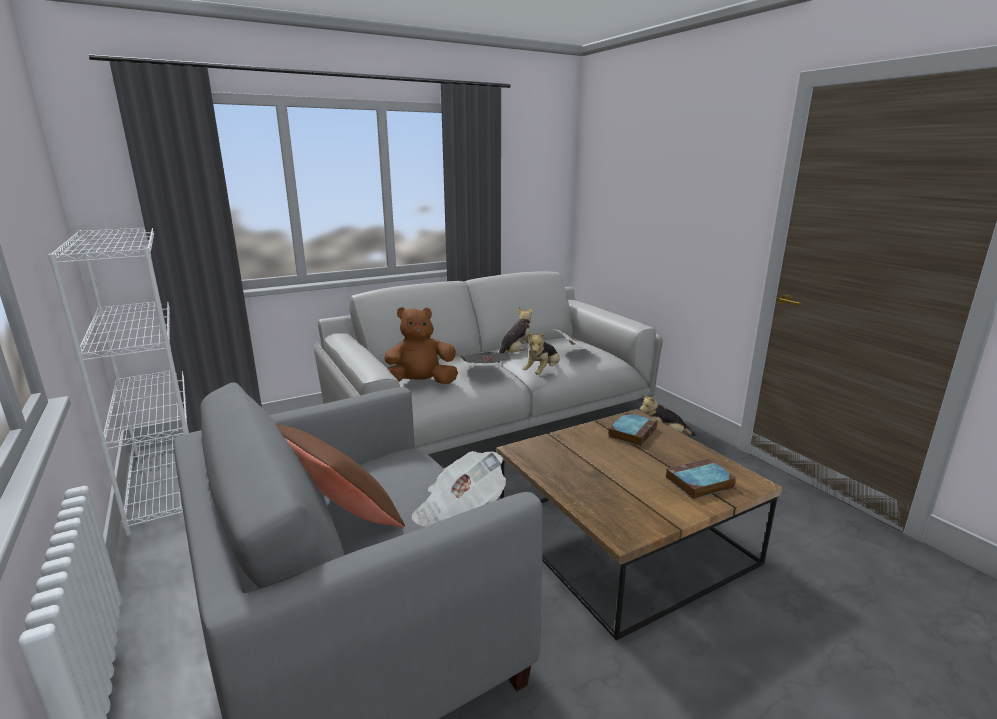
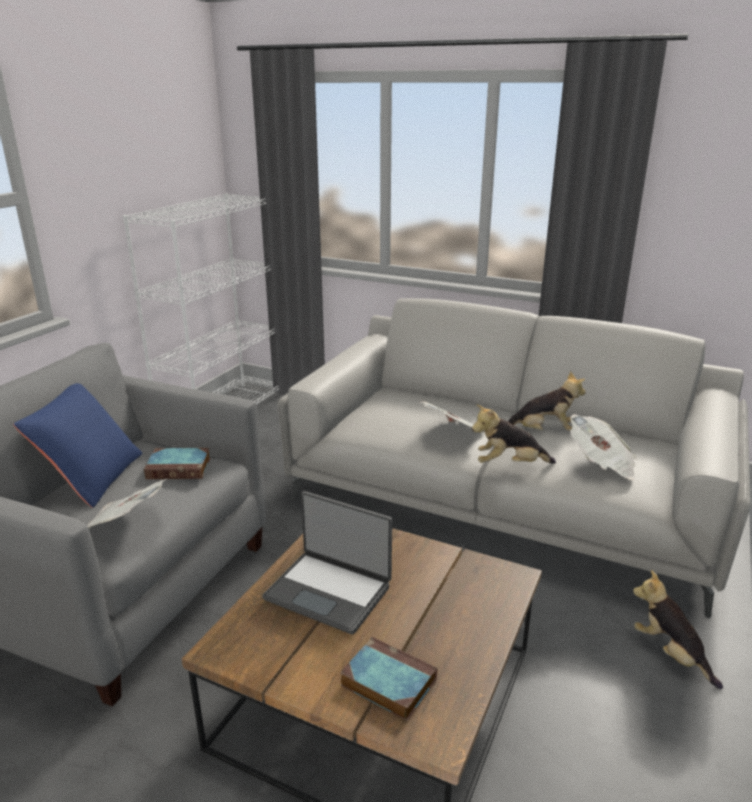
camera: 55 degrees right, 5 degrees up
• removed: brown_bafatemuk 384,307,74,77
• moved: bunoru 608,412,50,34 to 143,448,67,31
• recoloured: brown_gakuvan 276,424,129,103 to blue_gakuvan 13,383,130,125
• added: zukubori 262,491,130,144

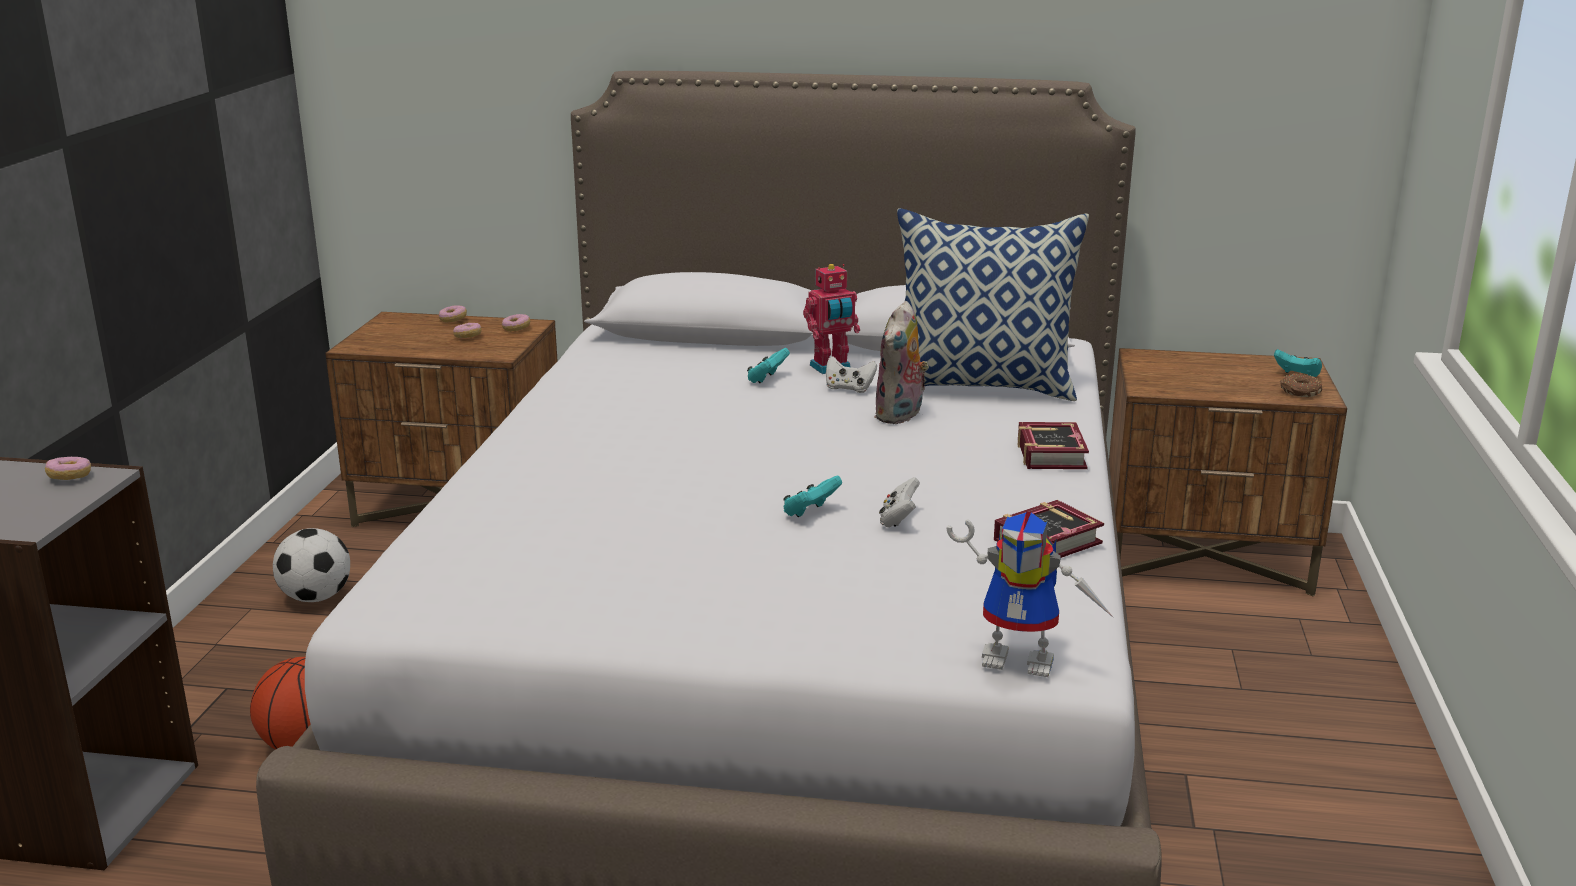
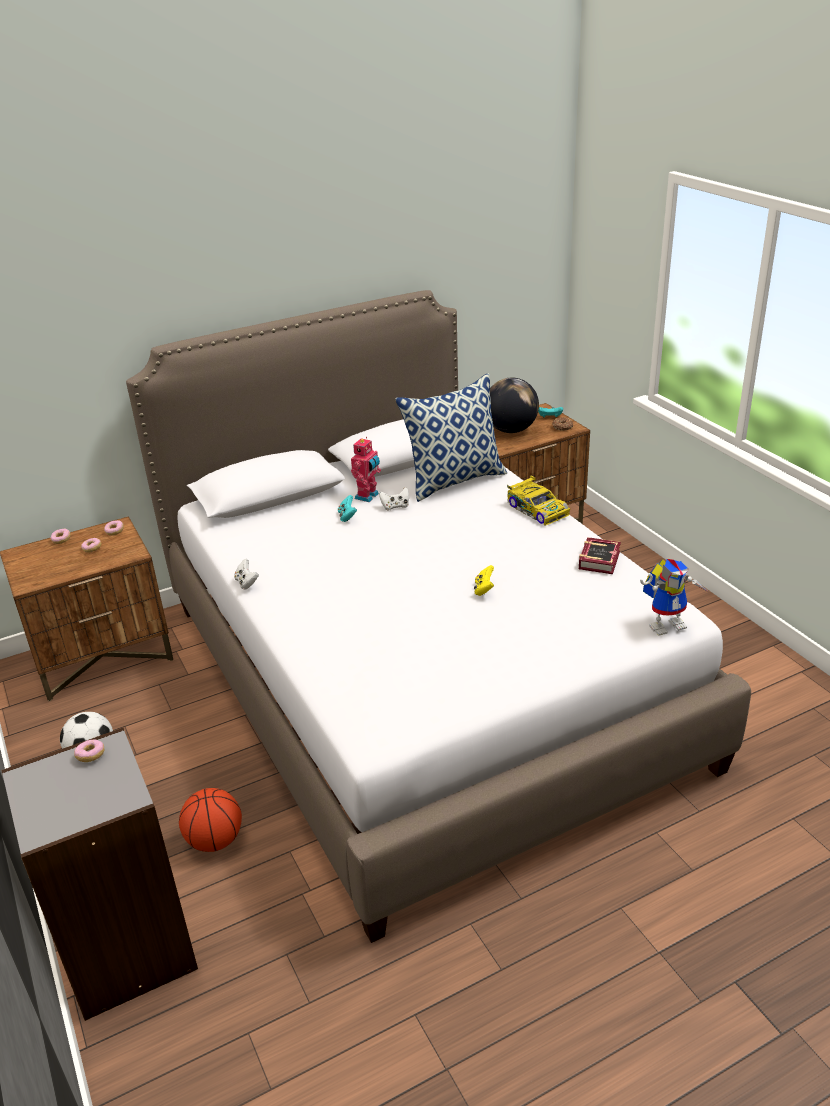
camera: 35 degrees left, 10 degrees up
• removed: bafatemuk 874,301,55,123
• replaced: bunoru 1018,422,71,47 to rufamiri 507,475,63,51
• recoloured: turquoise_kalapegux 783,476,59,41 to yellow_kalapegux 474,565,20,31
• moved: white_kalapegux 879,477,41,50 to 234,559,25,31
• added: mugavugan 490,378,49,55

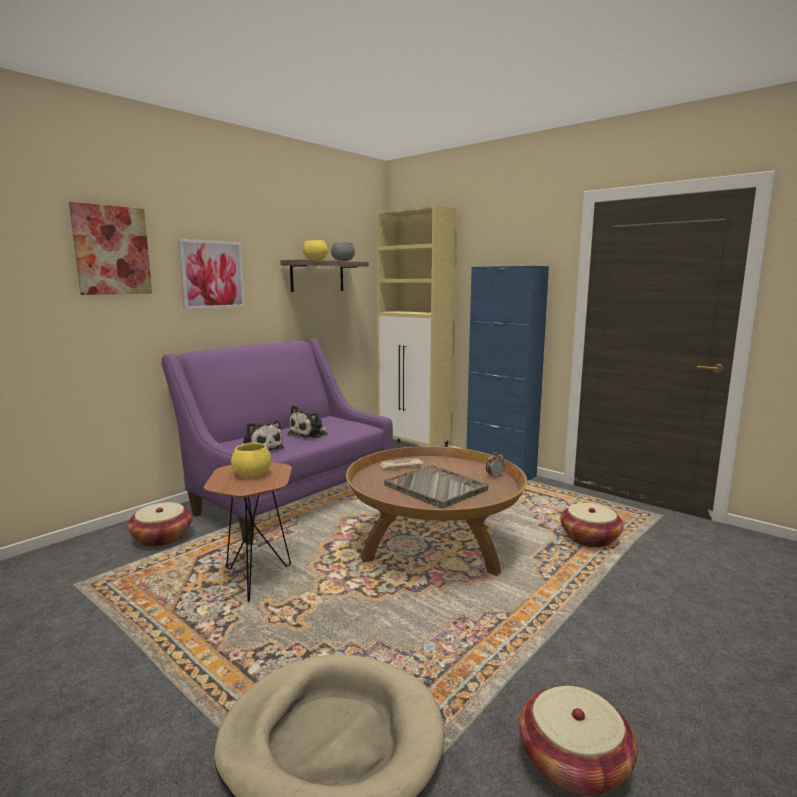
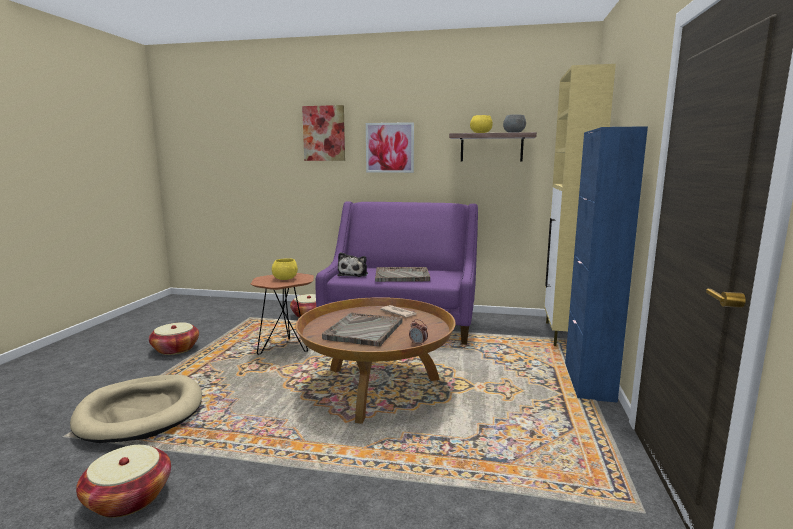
camera: 60 degrees right, 0 degrees up
• replaced: bafatemuk 287,405,41,34 to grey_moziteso 375,267,55,15
• moved: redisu 560,503,64,45 to 149,322,50,33

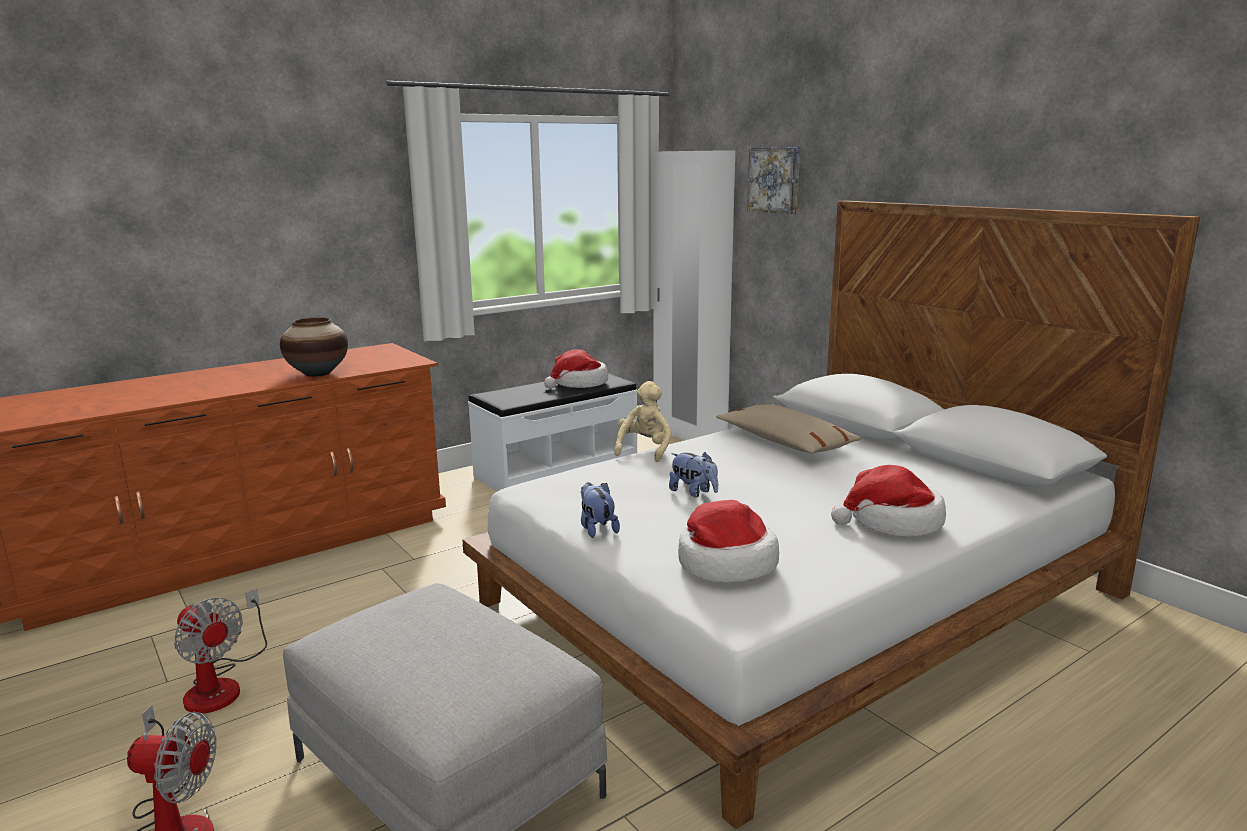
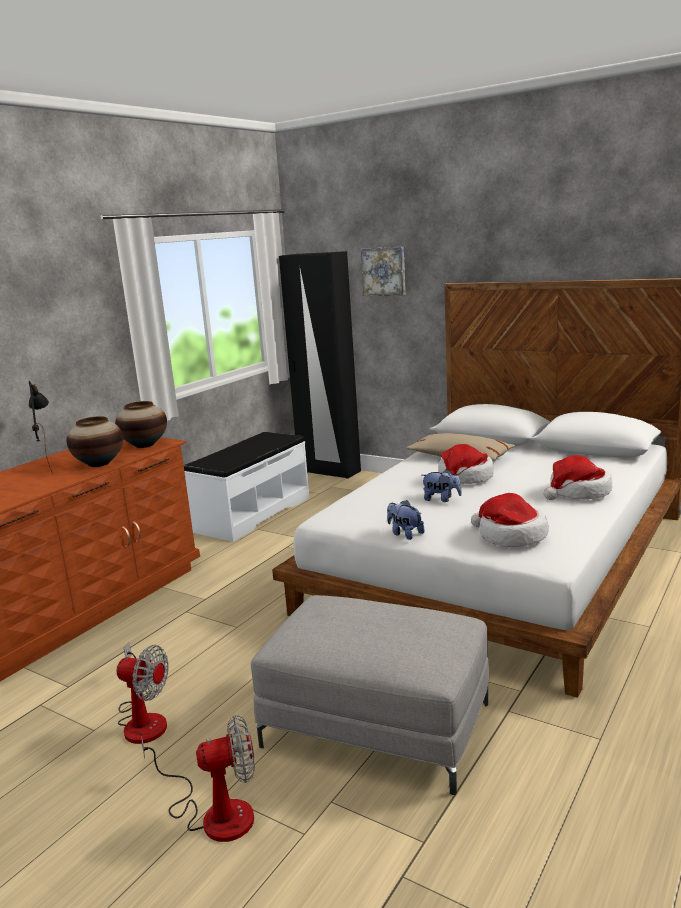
camera: 20 degrees left, 0 degrees up
• recoloured: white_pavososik 654,150,81,290 to black_pavososik 279,251,82,228
• moved: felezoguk 544,349,64,40 to 438,444,56,40
• removed: beige_bafatemuk 614,381,58,81
• added: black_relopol 29,381,24,93
• added: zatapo 115,401,52,47

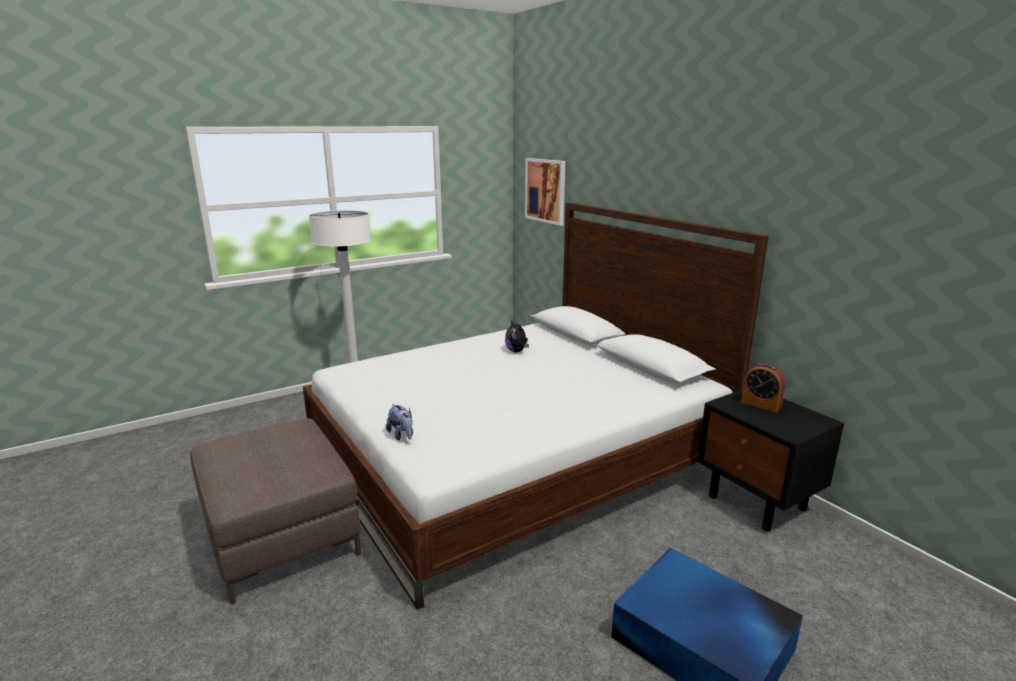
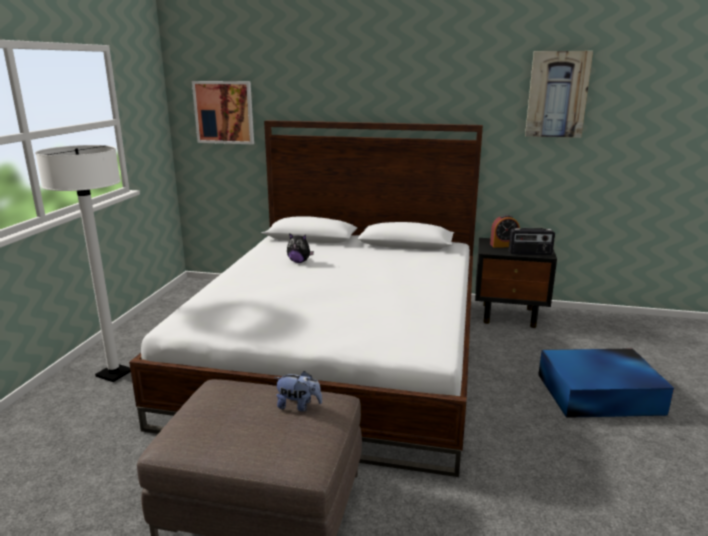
camera: 45 degrees left, 0 degrees up
• moved: bafatemuk 386,404,27,36 to 274,371,48,41
• added: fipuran 525,51,68,87
• added: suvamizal 509,227,46,28

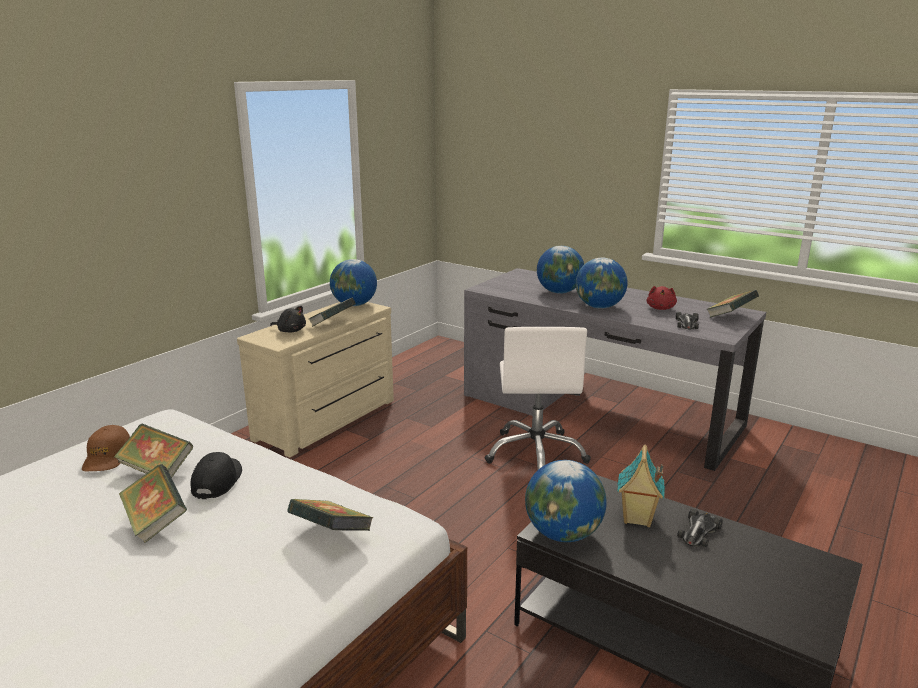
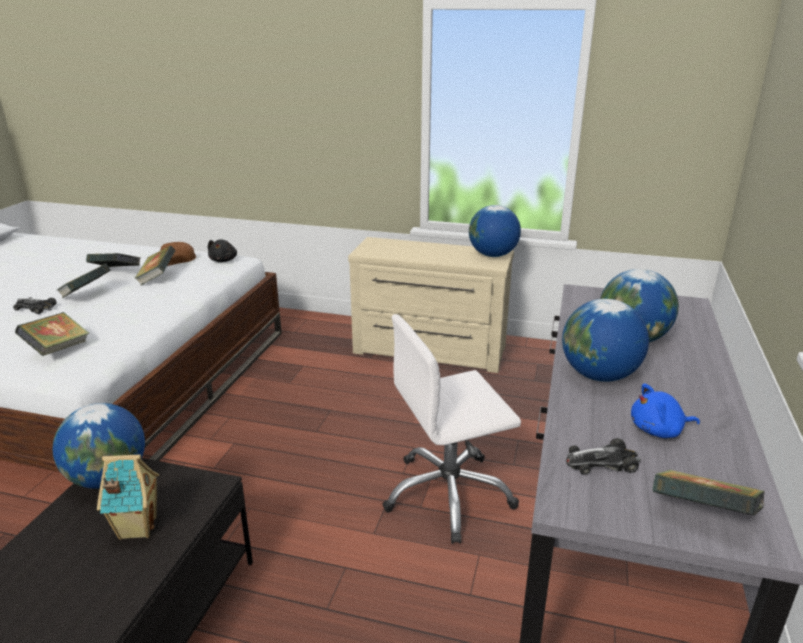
camera: 70 degrees right, 5 degrees up
• recoloured: red_bafatemuk 647,286,30,24 to blue_bafatemuk 631,384,69,54
• moved: bunoru 309,298,47,29 to 86,253,54,14
• moved: black_bafatemuk 270,306,36,27 to 208,239,29,23
• removed: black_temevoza 191,452,51,47
• moved: rufamiri 677,509,46,38 to 13,297,44,17

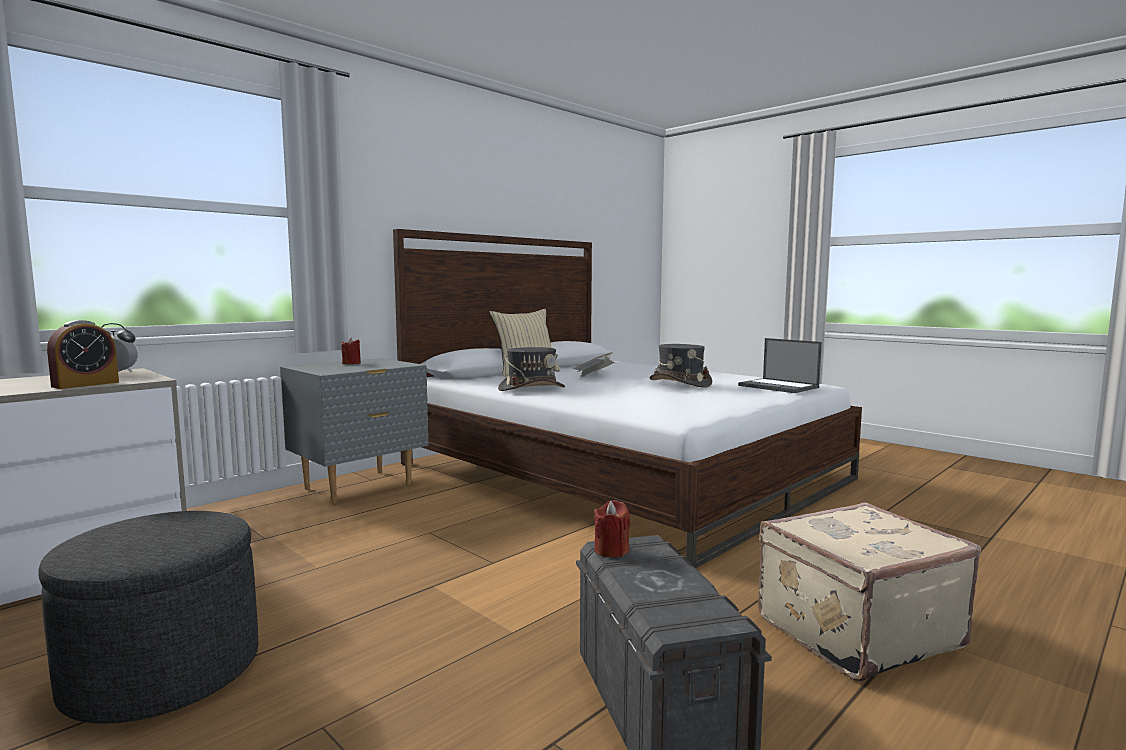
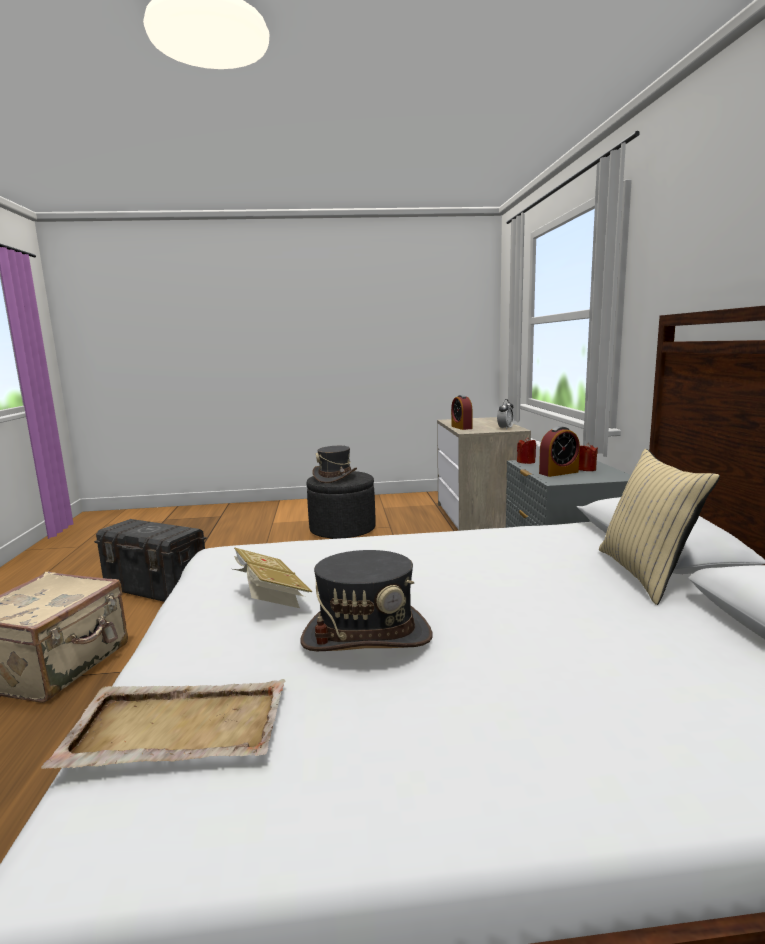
camera: 130 degrees right, 5 degrees up
• replaced: zukubori 738,338,84,55 to beige_moziteso 41,679,244,90
• moved: grey_felezoguk 498,347,67,44 to 313,446,44,37
• moved: bunoru 573,352,42,26 to 233,547,79,61
• moved: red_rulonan 594,500,36,58 to 517,437,19,27
• added: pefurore 539,426,41,51

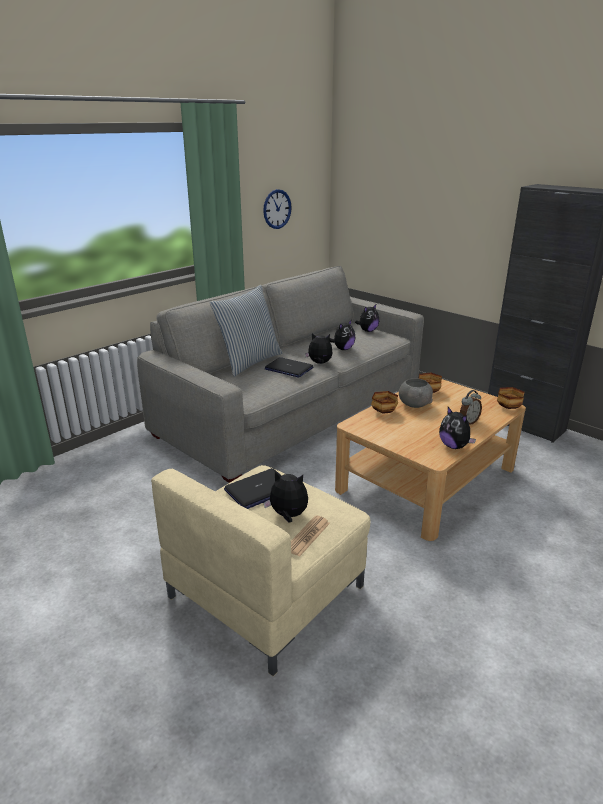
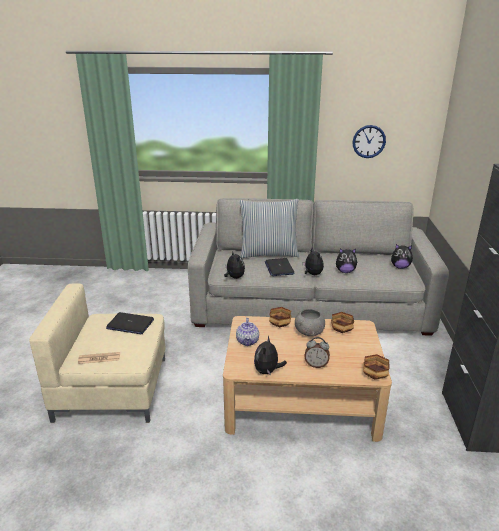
camera: 50 degrees right, 0 degrees up
• moved: bafatemuk 264,471,44,51 to 224,252,21,27
• added: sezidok 236,318,23,28

